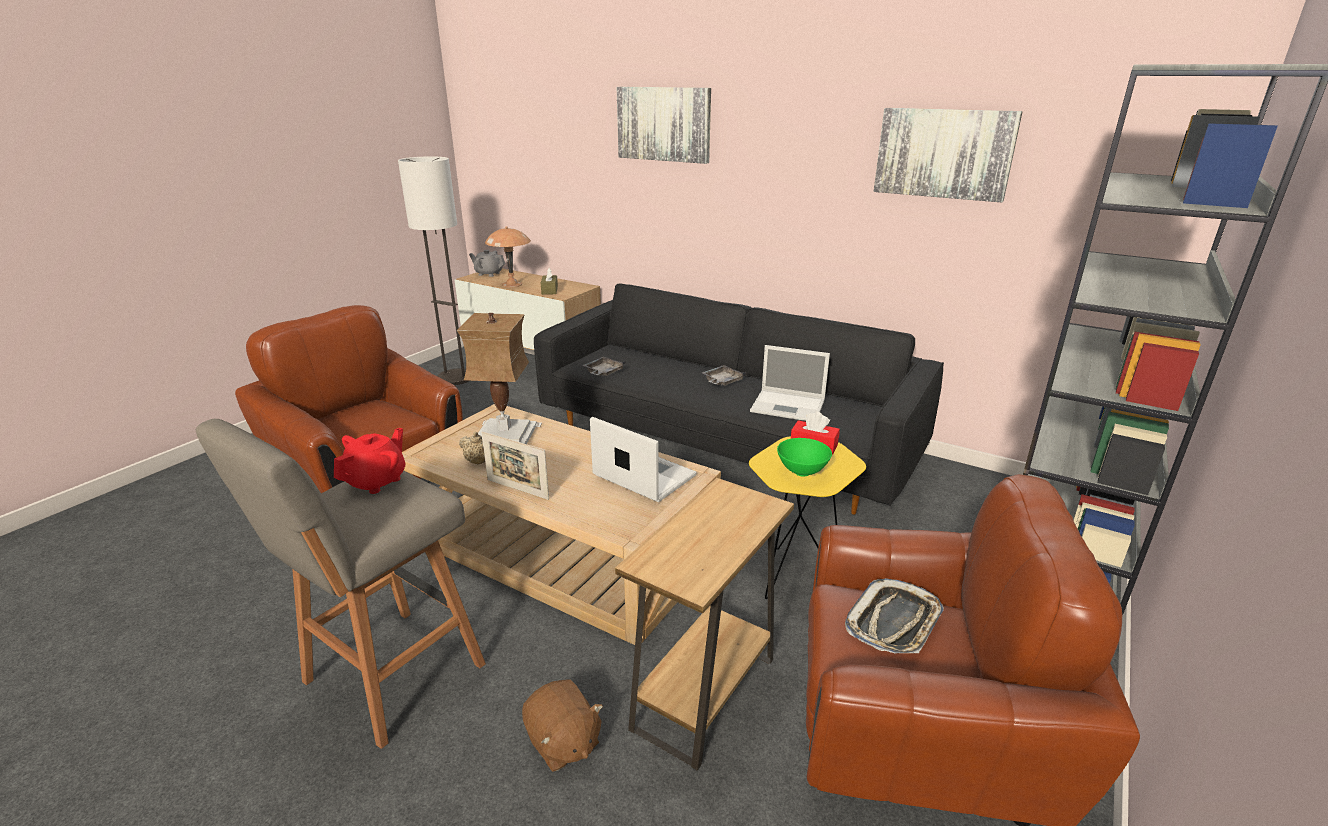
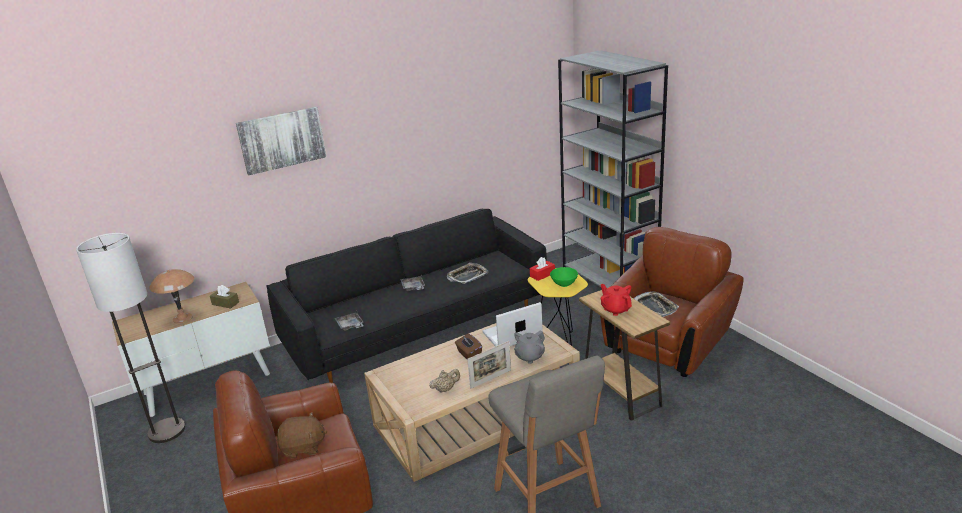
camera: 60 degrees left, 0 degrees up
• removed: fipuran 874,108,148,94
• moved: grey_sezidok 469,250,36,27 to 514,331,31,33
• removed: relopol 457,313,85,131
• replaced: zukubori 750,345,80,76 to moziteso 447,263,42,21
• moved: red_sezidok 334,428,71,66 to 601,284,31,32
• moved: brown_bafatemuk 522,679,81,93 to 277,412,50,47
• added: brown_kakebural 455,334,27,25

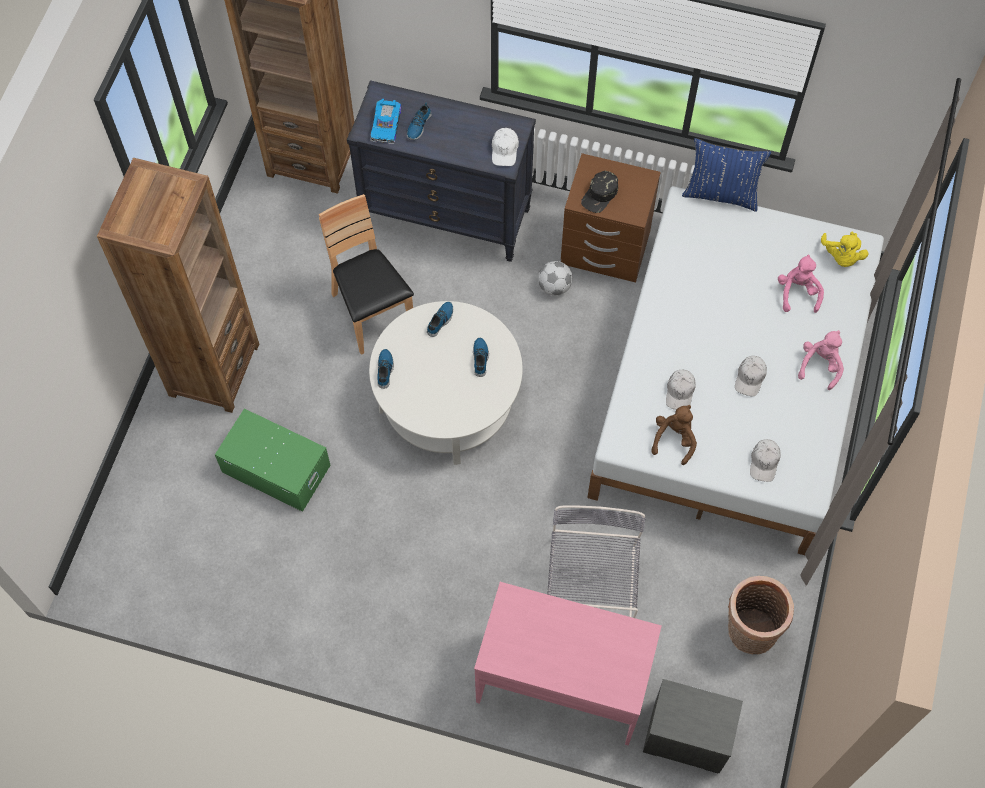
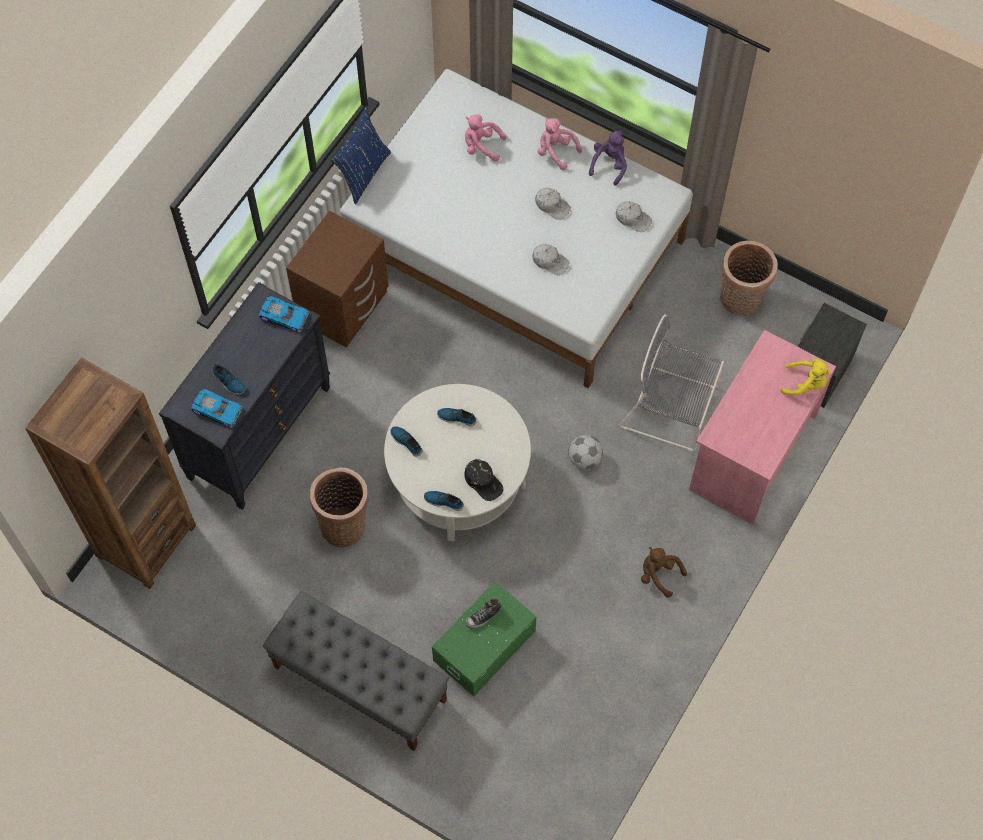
camera: 75 degrees left, 0 degrees up
• replaced: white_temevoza 492,128,27,38 to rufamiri 259,296,50,37
• replaced: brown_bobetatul 97,158,162,255 to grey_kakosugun 263,591,186,160
• moved: black_temevoza 581,171,37,42 to 465,459,39,42
• replaced: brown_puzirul 319,194,95,161 to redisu 310,468,59,80
• moved: yellow_bafatemuk 821,232,48,35 to 781,358,50,37
• moved: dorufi 538,261,35,35 to 568,435,35,34
• moved: brown_bafatemuk 651,405,46,60 to 641,547,46,50
• added: purple_bafatemuk 589,131,38,55
• added: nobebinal 465,598,37,30

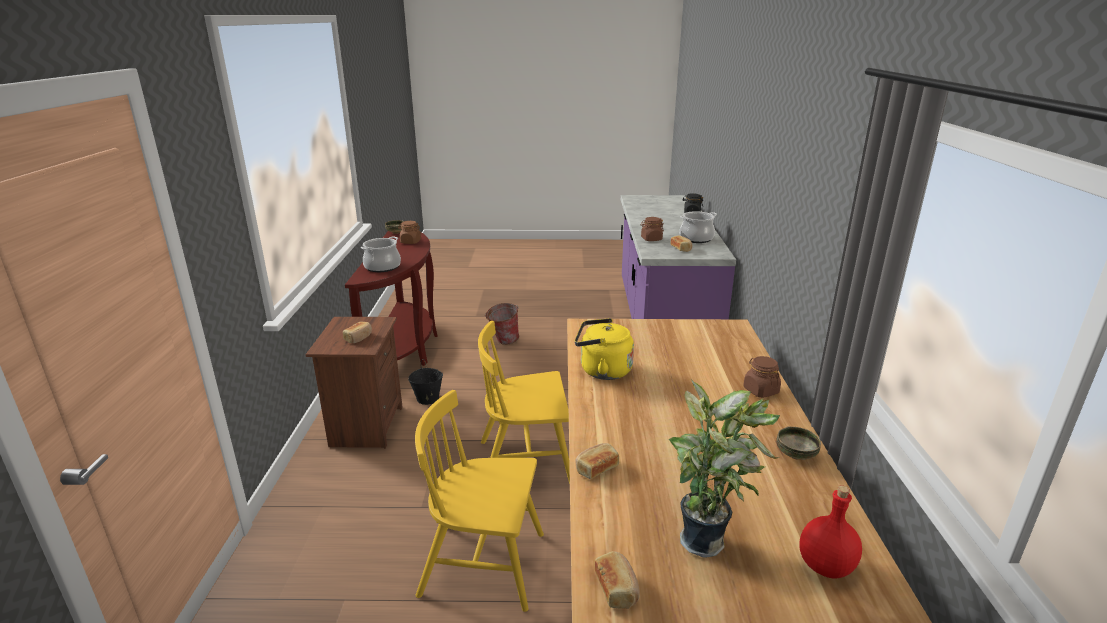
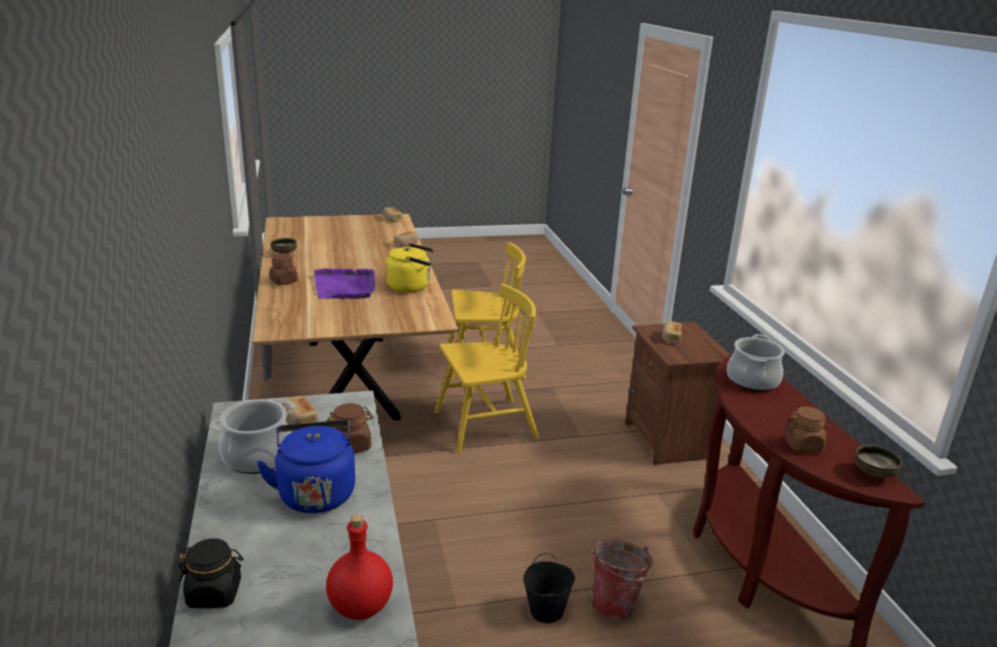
camera: 165 degrees right, 0 degrees up
• moved: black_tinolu 408,359,35,46 to 523,553,52,70
• removed: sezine 669,378,112,180
• moved: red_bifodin 799,485,63,94 to 326,514,67,106
• added: purple_moziteso 314,268,61,31
• added: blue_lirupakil 256,420,99,93

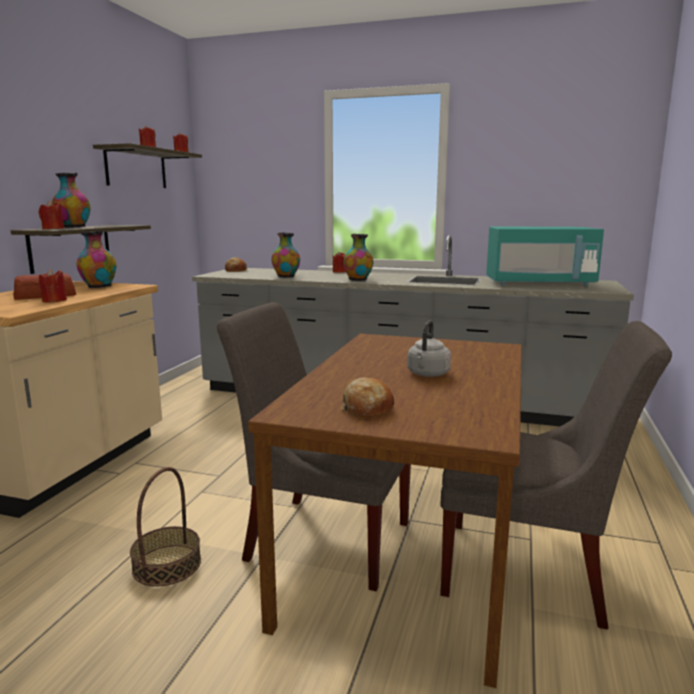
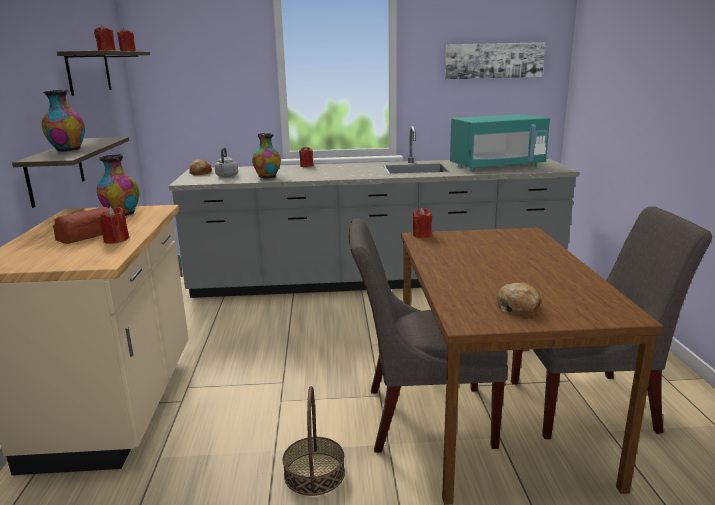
camera: 20 degrees left, 5 degrees up
• moved: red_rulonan 39,200,25,29 to 413,208,19,30
• removed: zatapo 344,234,29,47
• moved: grey_lirupakil 407,320,44,57 to 214,147,24,30
• added: fipuran 445,42,100,37

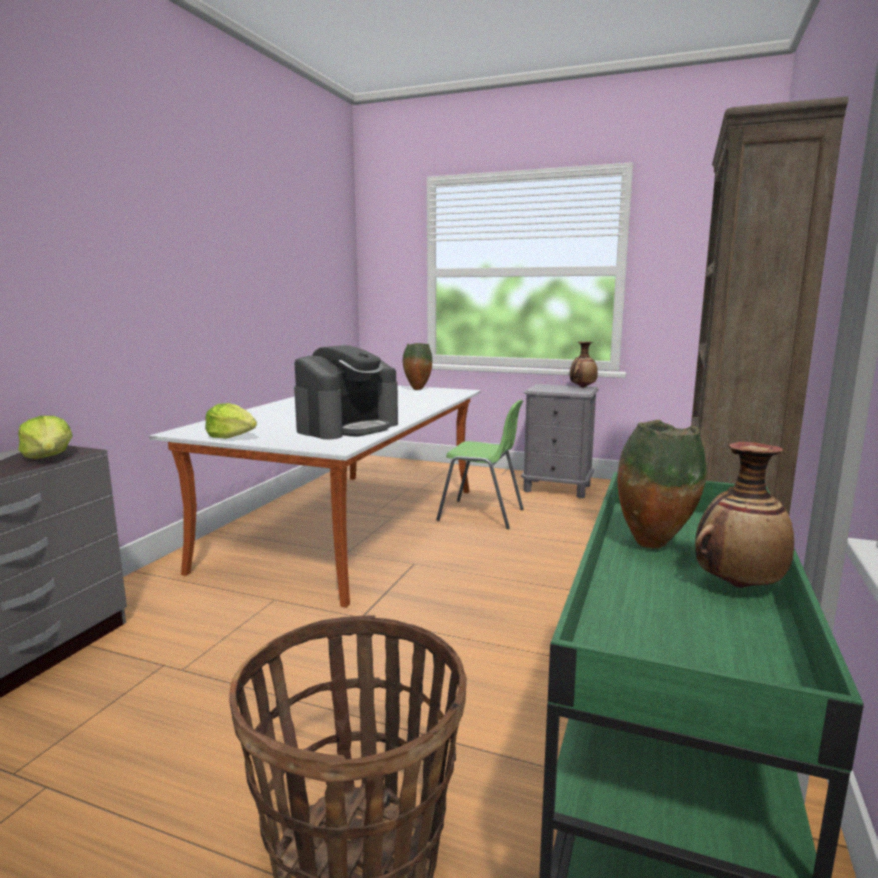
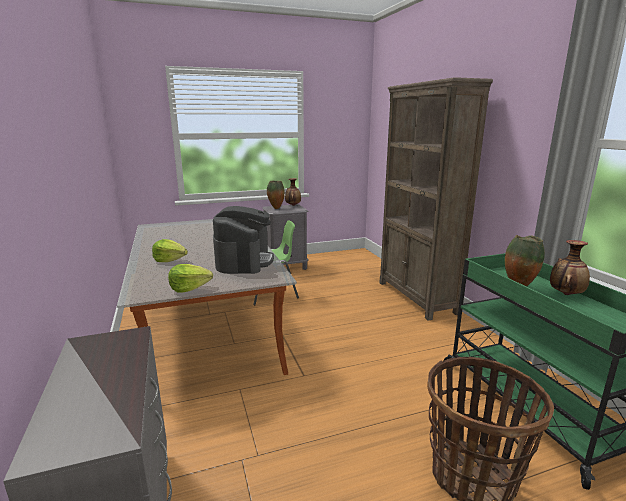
camera: 40 degrees left, 5 degrees up
• moved: zatapo 403,343,29,47 to 267,181,18,28
• moved: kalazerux 18,416,55,43 to 152,239,36,23

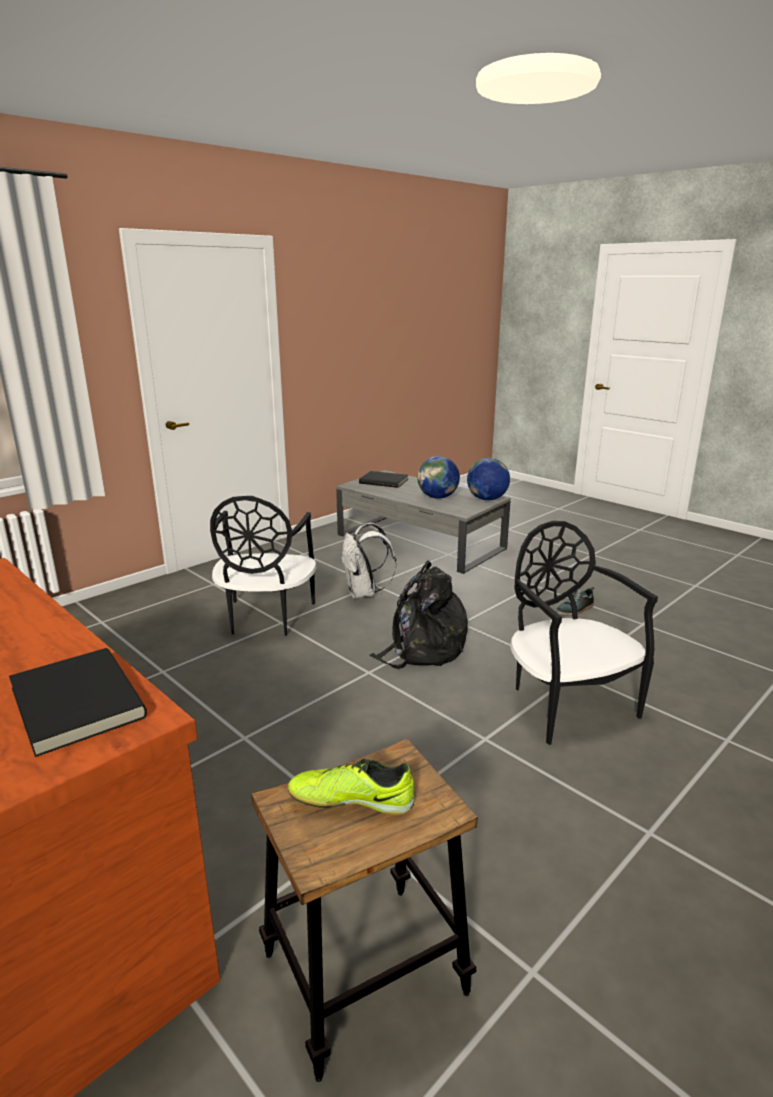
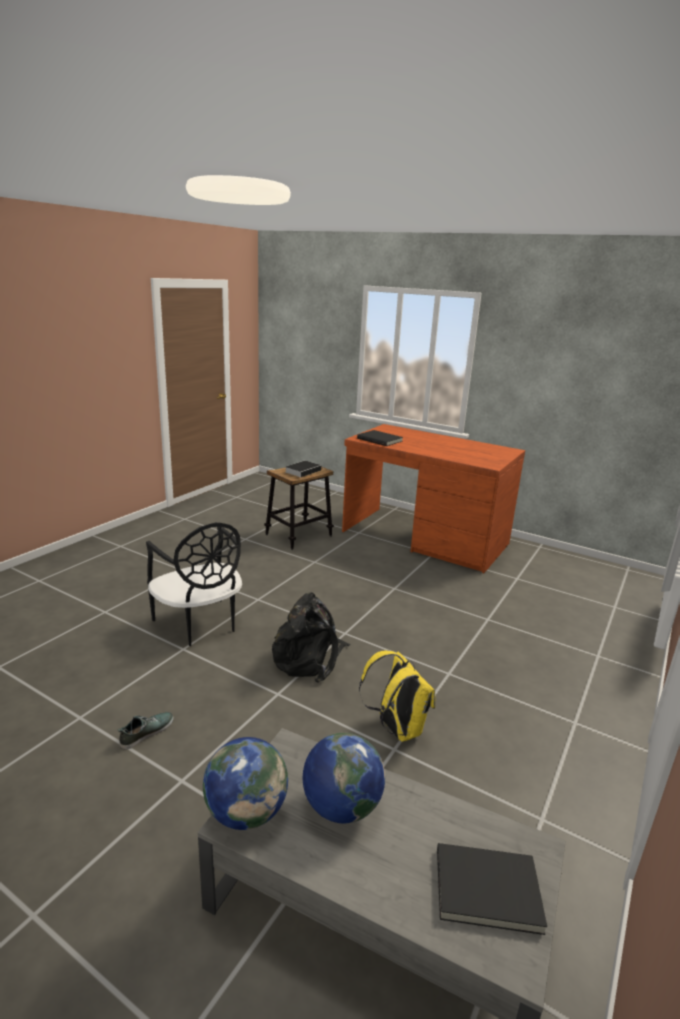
camera: 165 degrees right, 0 degrees up
• removed: black_puzirul 210,496,107,140
• recoloured: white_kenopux 342,523,54,76 to yellow_kenopux 359,650,76,92
• replaced: nobebinal 288,759,126,56 to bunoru 285,461,36,16

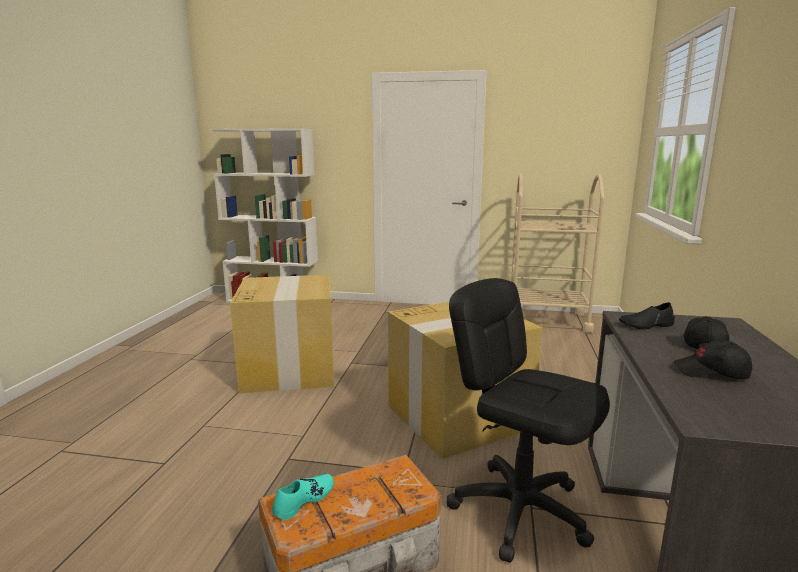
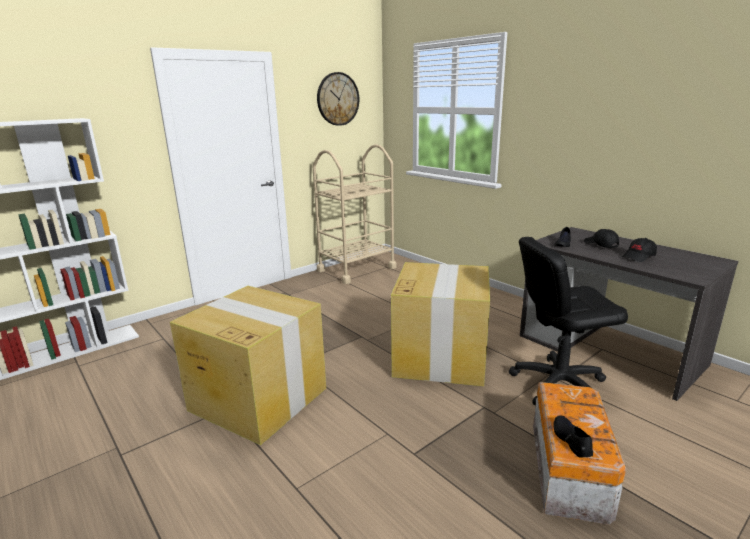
camera: 50 degrees left, 5 degrees up
• recoloured: turquoise_nobebinal 272,474,62,46 to black_nobebinal 554,415,39,43
• added: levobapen 317,72,42,54

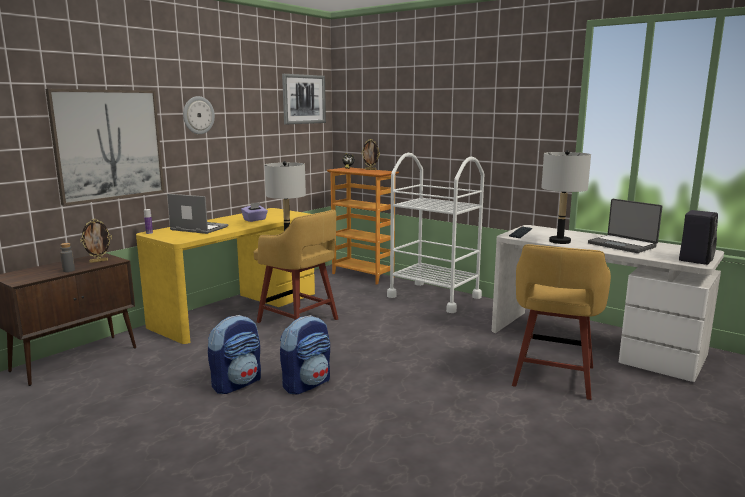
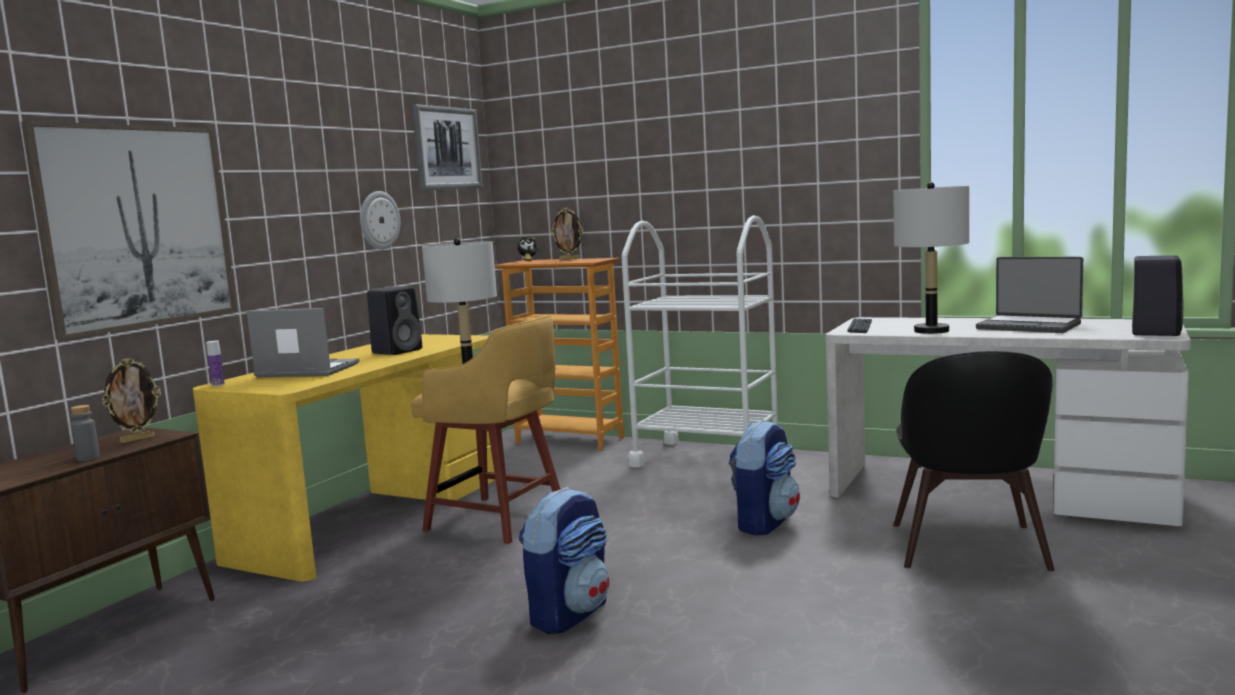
camera: 10 degrees left, 5 degrees down
• moved: levobapen 183,96,32,38 to 360,191,40,59
• replaced: purple_kakebural 241,202,27,20 to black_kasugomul 367,287,55,68
• replaced: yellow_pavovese 512,244,99,156 to black_puzirul 893,351,161,220
• moved: kenopux 208,315,53,79 to 729,420,71,116

